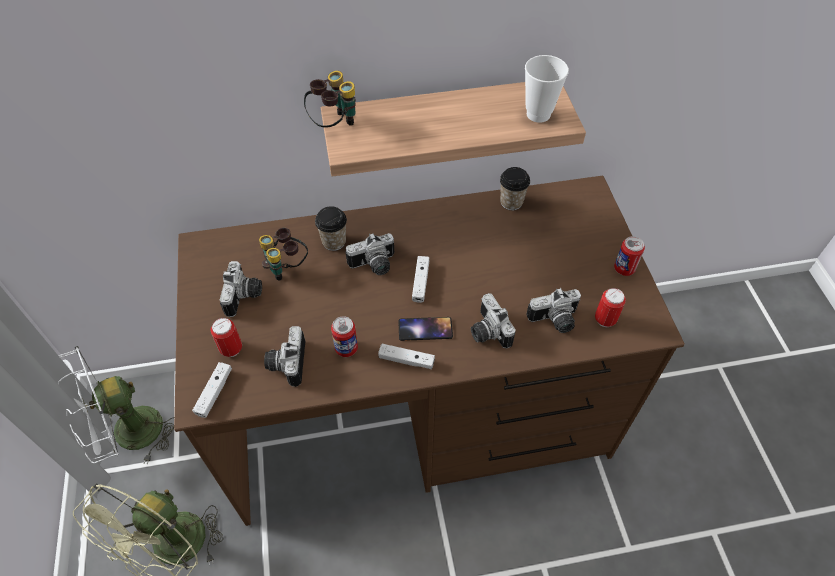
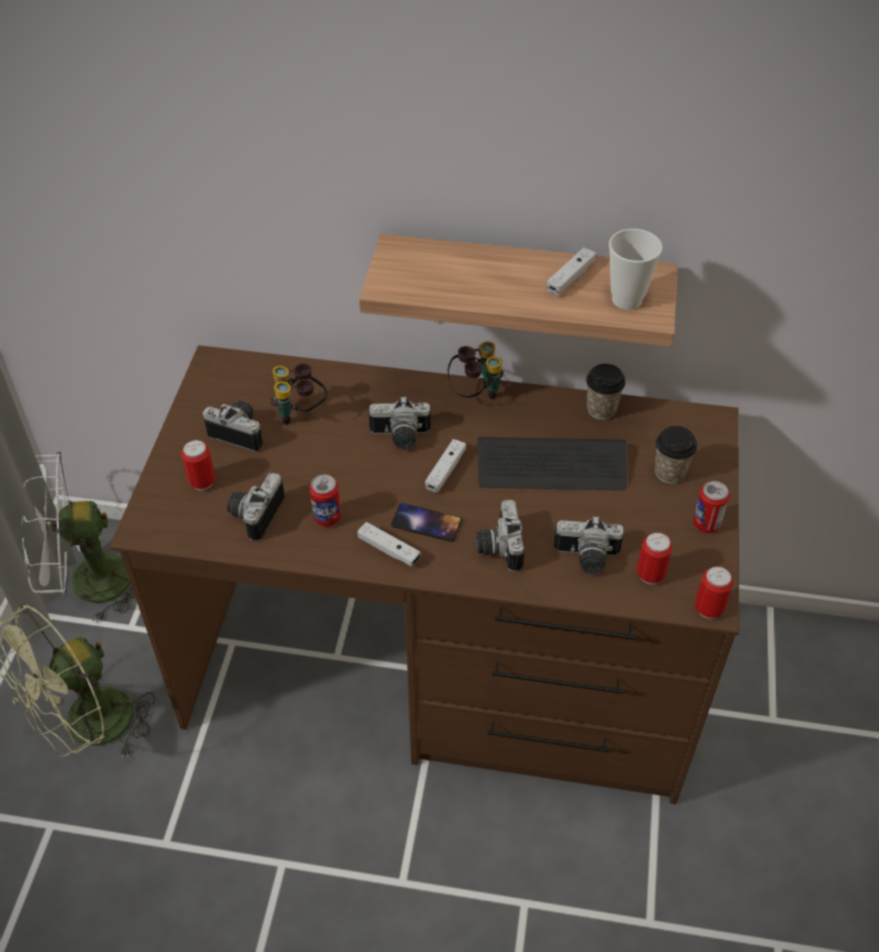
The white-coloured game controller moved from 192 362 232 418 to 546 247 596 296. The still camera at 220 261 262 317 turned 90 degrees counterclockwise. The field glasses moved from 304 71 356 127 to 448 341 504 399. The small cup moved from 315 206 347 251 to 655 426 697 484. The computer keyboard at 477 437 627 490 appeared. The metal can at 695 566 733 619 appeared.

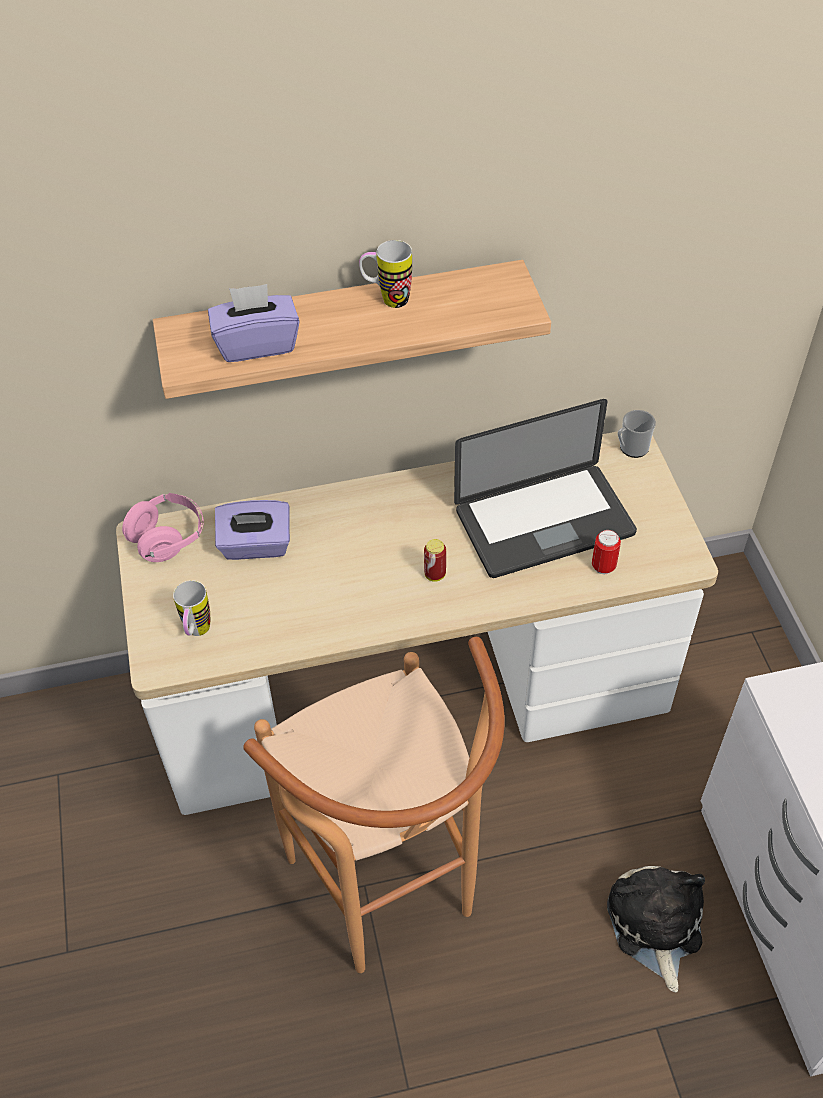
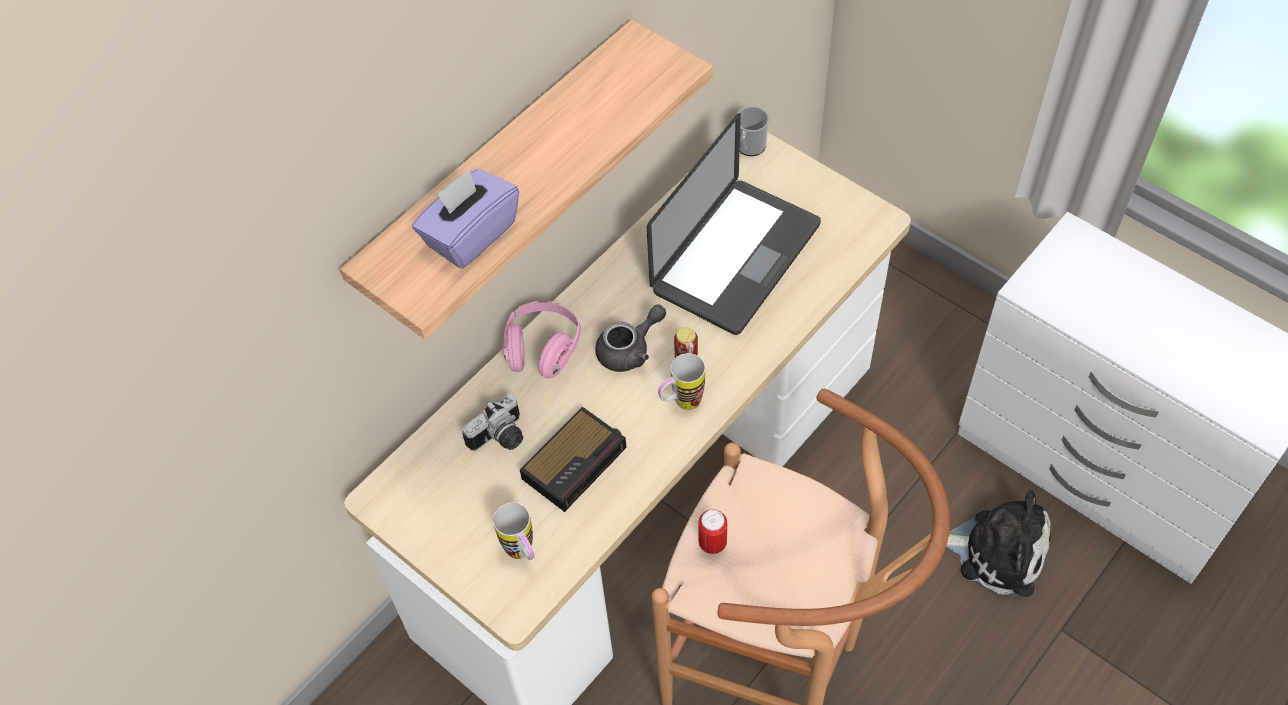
The pinkish pair of headphones moved from 122 493 204 562 to 503 301 581 378. The purple-coloured box of tissues at 215 500 290 560 was replaced by the still camera at 462 394 523 451. The coffee mug moved from 359 240 412 308 to 658 353 705 410. The metal can moved from 592 530 621 574 to 698 509 727 554. The soft toy at 607 866 705 992 turned 150 degrees clockwise. The table clock at 520 407 627 512 appeared. The grey tea pot at 595 305 666 372 appeared.

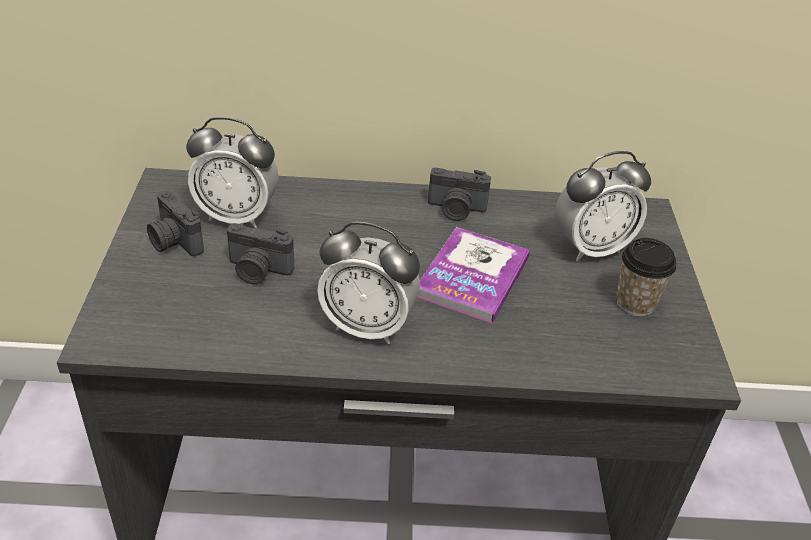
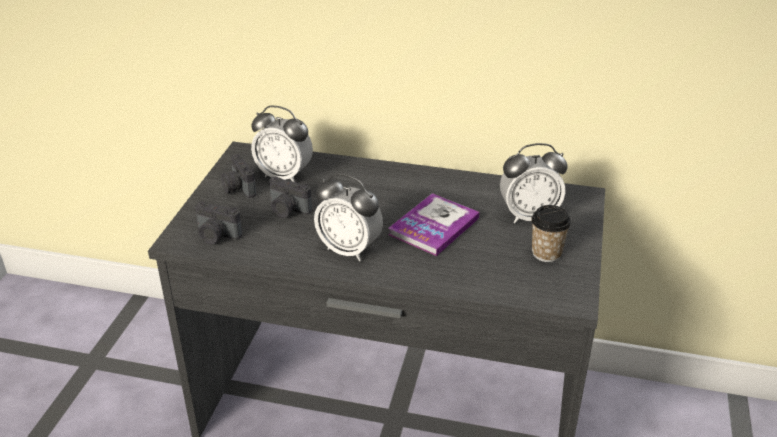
The still camera moved from 428 168 491 221 to 195 201 242 244.

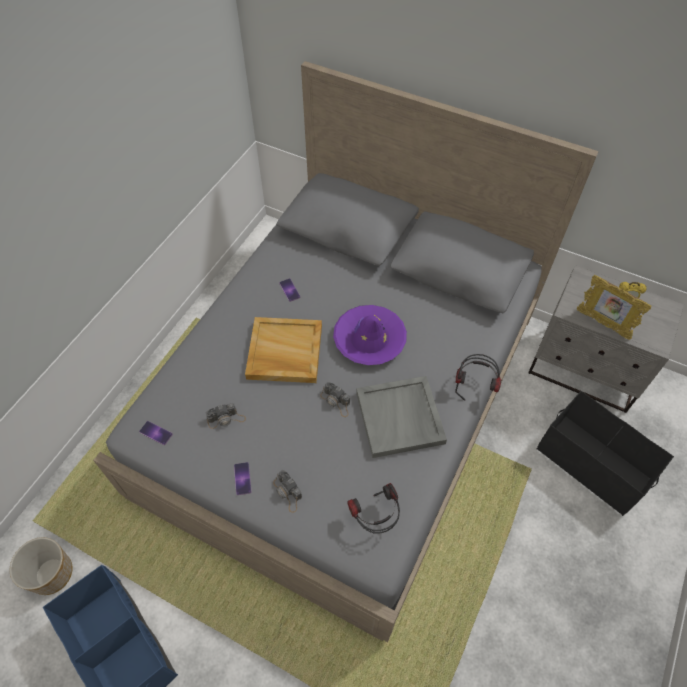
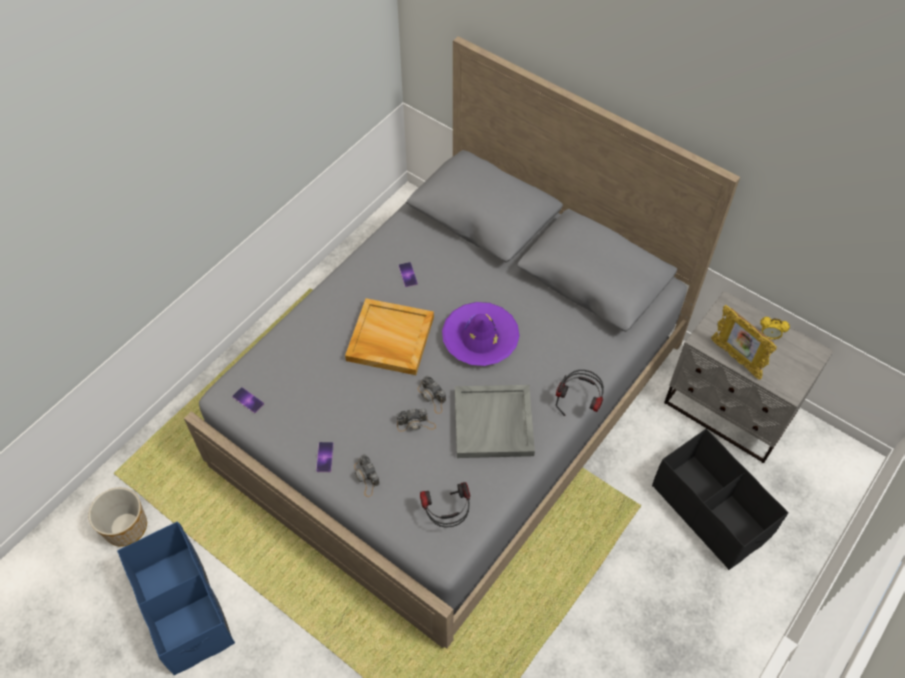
The still camera moved from 206 403 246 429 to 397 409 436 432.

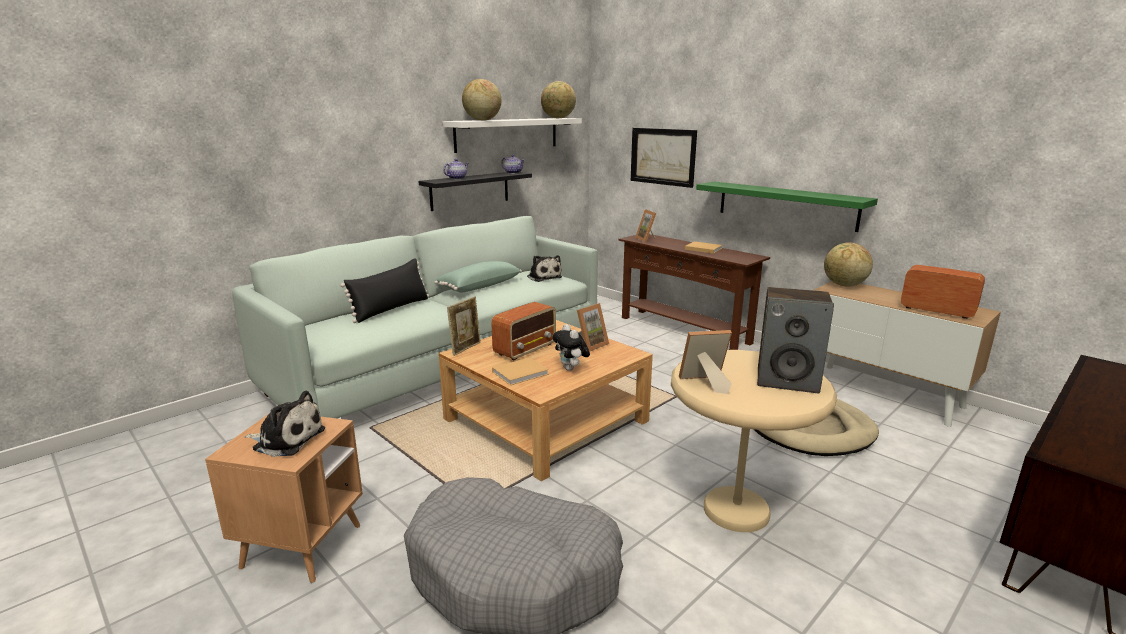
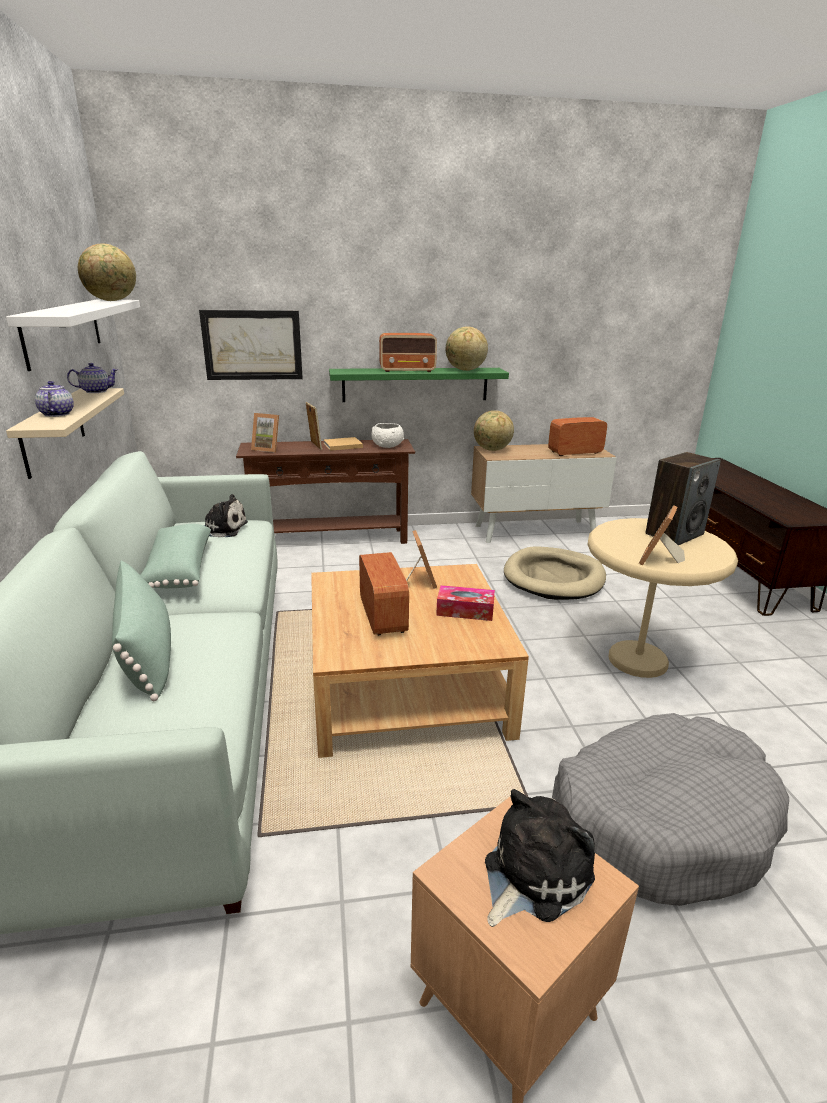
The blackish pillow at 341 258 429 323 became the greenish pillow at 112 561 171 701. The blackish wall shelf at 418 172 532 211 became the sand-coloured wall shelf at 6 388 124 479. The picture frame moved from 447 297 481 356 to 306 402 322 450. The desk globe moved from 462 79 501 121 to 446 326 488 371. The sand-coloured volume at 492 357 549 385 disappeared. The soft toy at 553 324 590 371 was replaced by the box of tissues at 436 585 495 621. The white-coloured deep dish at 371 423 404 448 appeared. The radio set at 379 333 437 372 appeared.

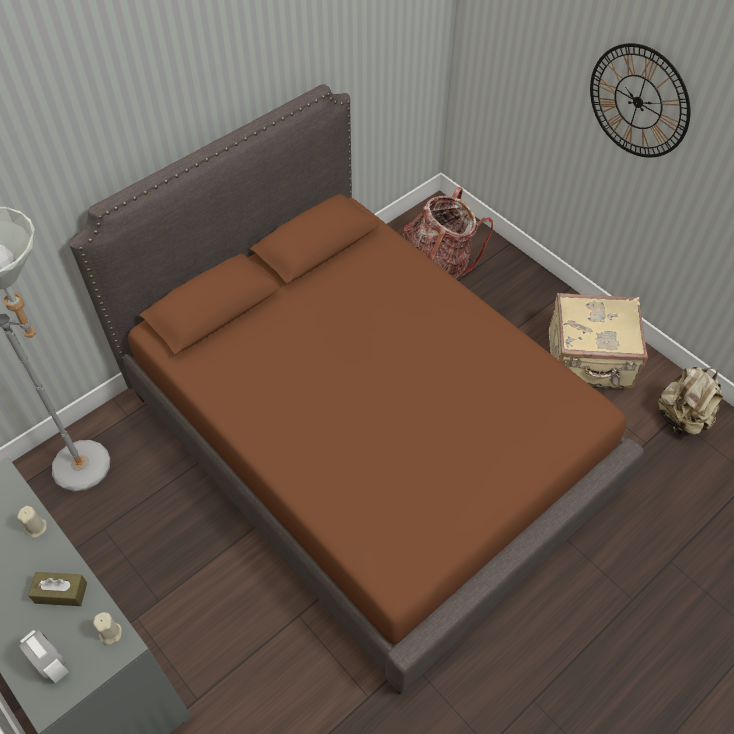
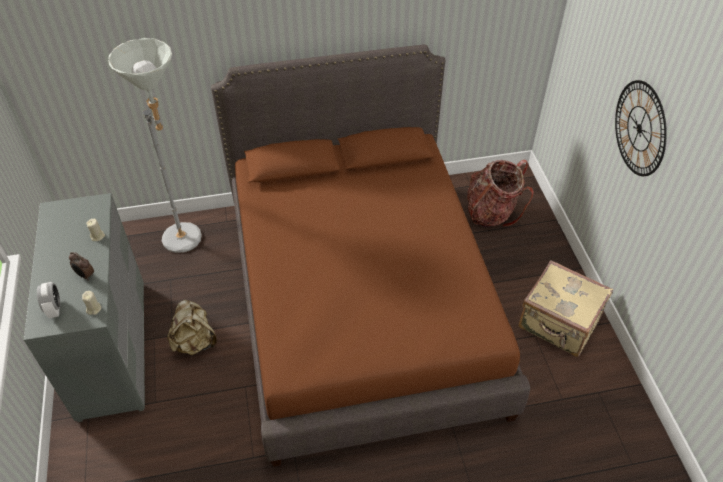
The brownish box of tissues at 28 572 87 606 was replaced by the table clock at 69 252 94 281. The sand-coloured backpack moved from 658 367 723 435 to 167 299 217 355.

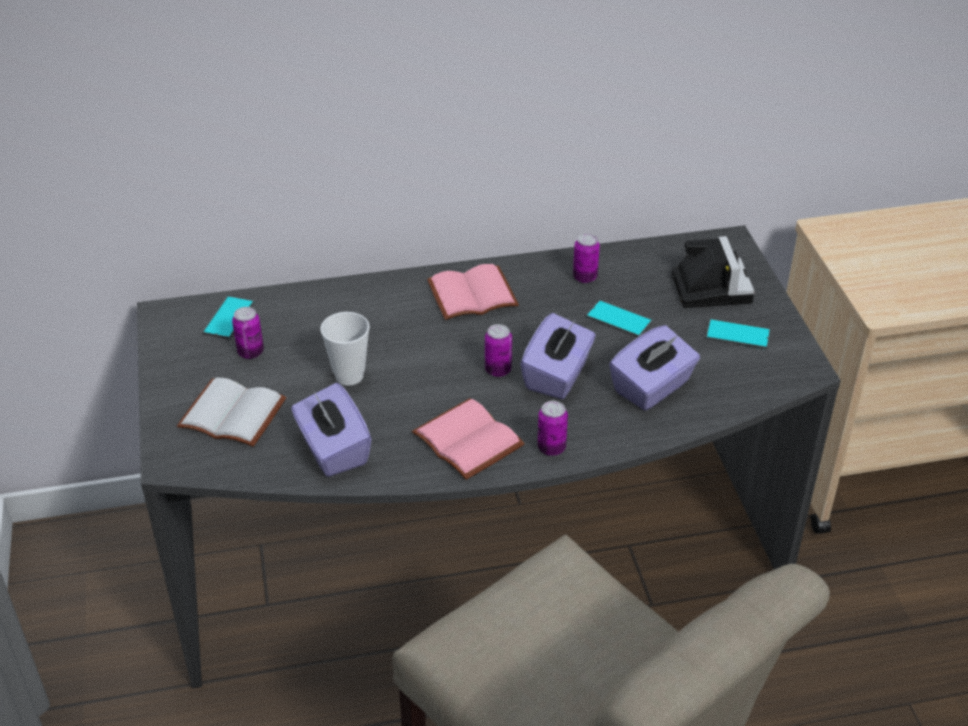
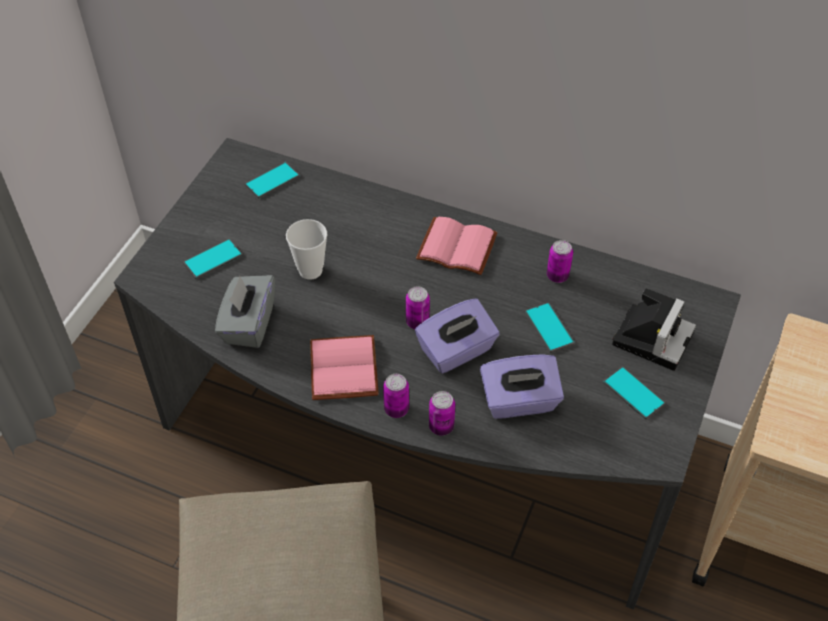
The white-coloured volume at 177 377 286 447 was replaced by the handset at 183 239 242 279. The metal can moved from 232 307 264 359 to 429 391 455 436. The purple-coloured box of tissues at 291 383 372 477 became the grey box of tissues at 215 275 275 348.

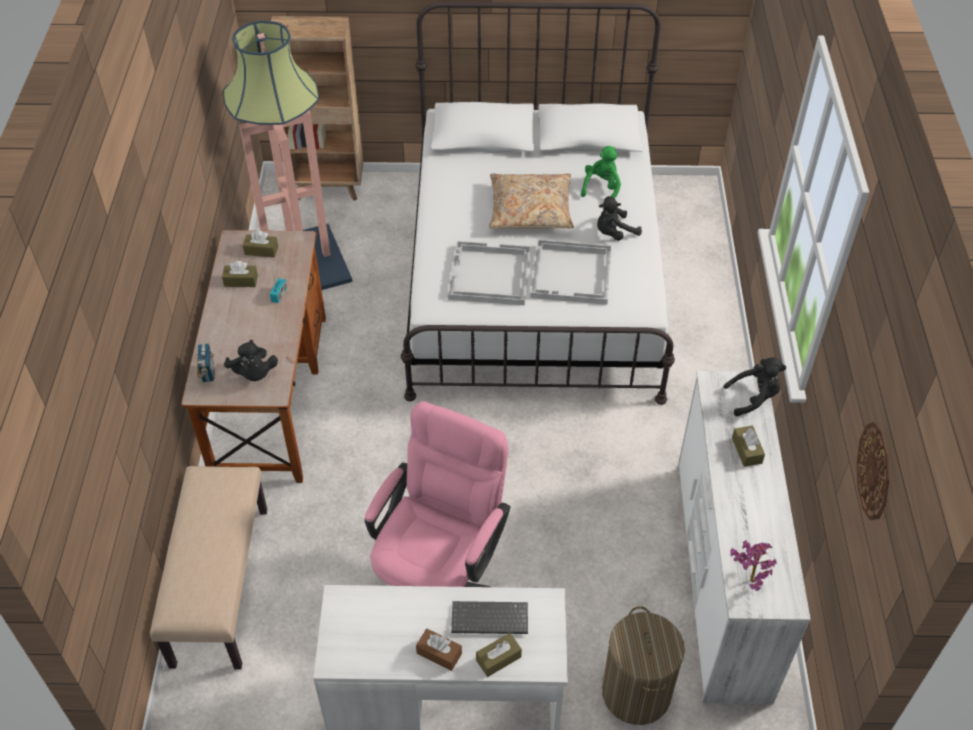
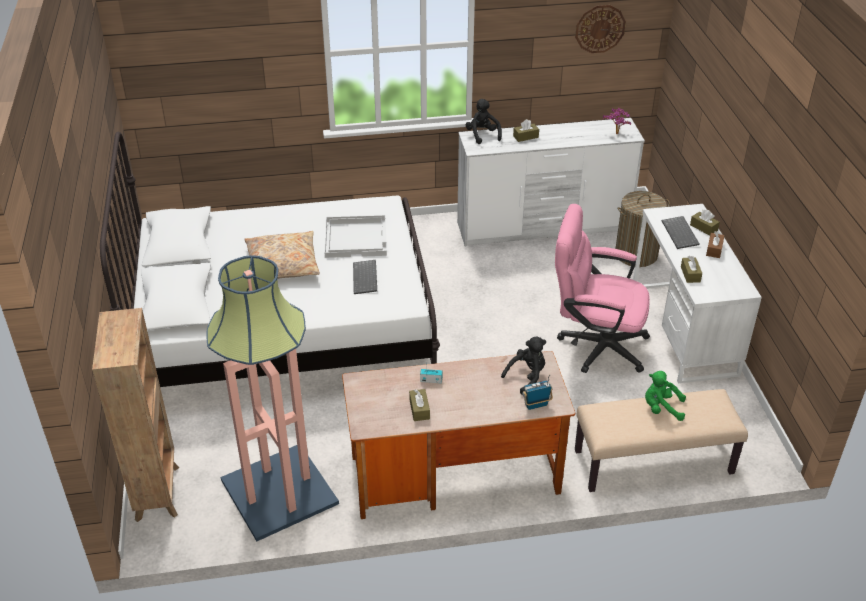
The brownish box of tissues moved from 243 231 278 258 to 681 256 702 283. The white-coloured tray at 448 241 531 306 was replaced by the computer keyboard at 353 260 377 294. The greenish soft toy moved from 581 146 621 199 to 645 371 686 421. The blackish soft toy at 597 196 642 241 disappeared.

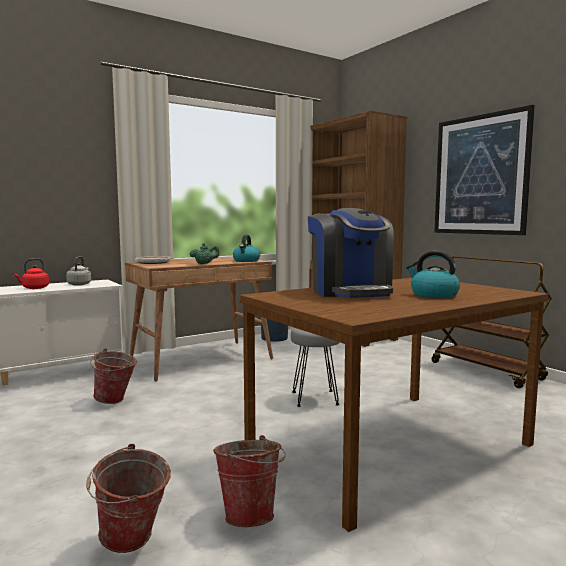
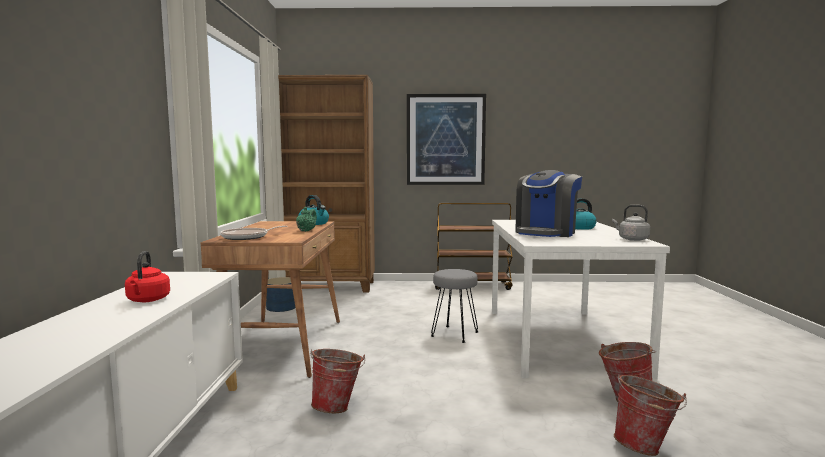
The grey tea kettle moved from 66 256 91 286 to 612 205 650 241. The brownish kitchen table at 240 278 548 532 became the white-coloured kitchen table at 492 220 670 379. The coffee maker at 308 208 394 298 turned 105 degrees clockwise.

